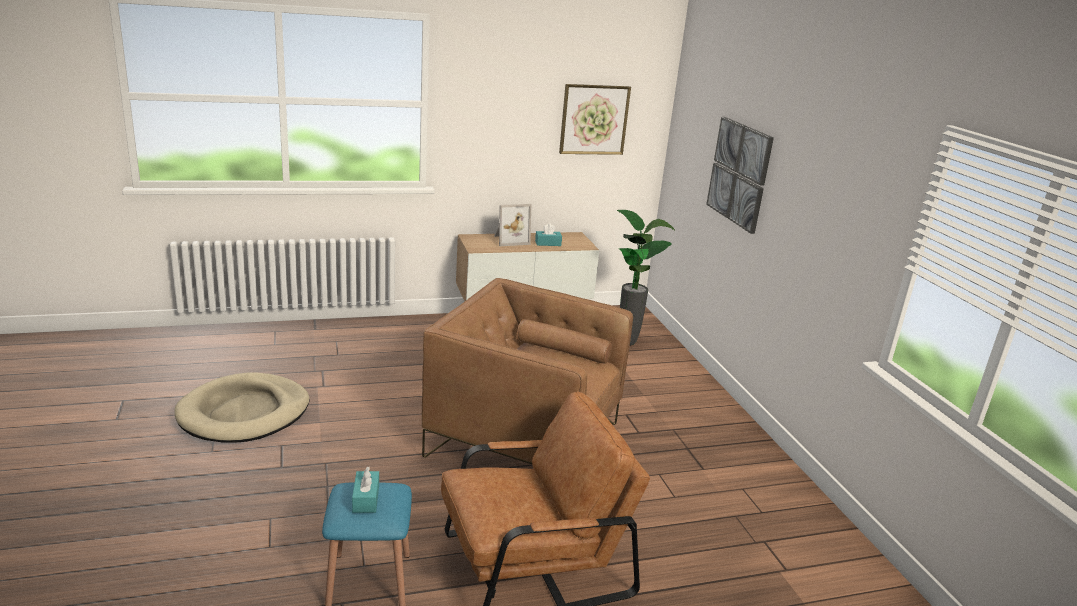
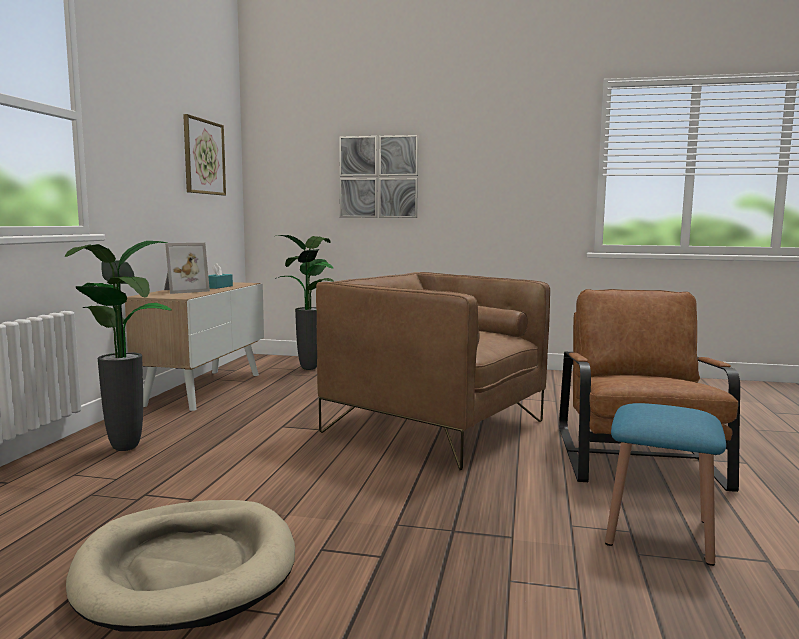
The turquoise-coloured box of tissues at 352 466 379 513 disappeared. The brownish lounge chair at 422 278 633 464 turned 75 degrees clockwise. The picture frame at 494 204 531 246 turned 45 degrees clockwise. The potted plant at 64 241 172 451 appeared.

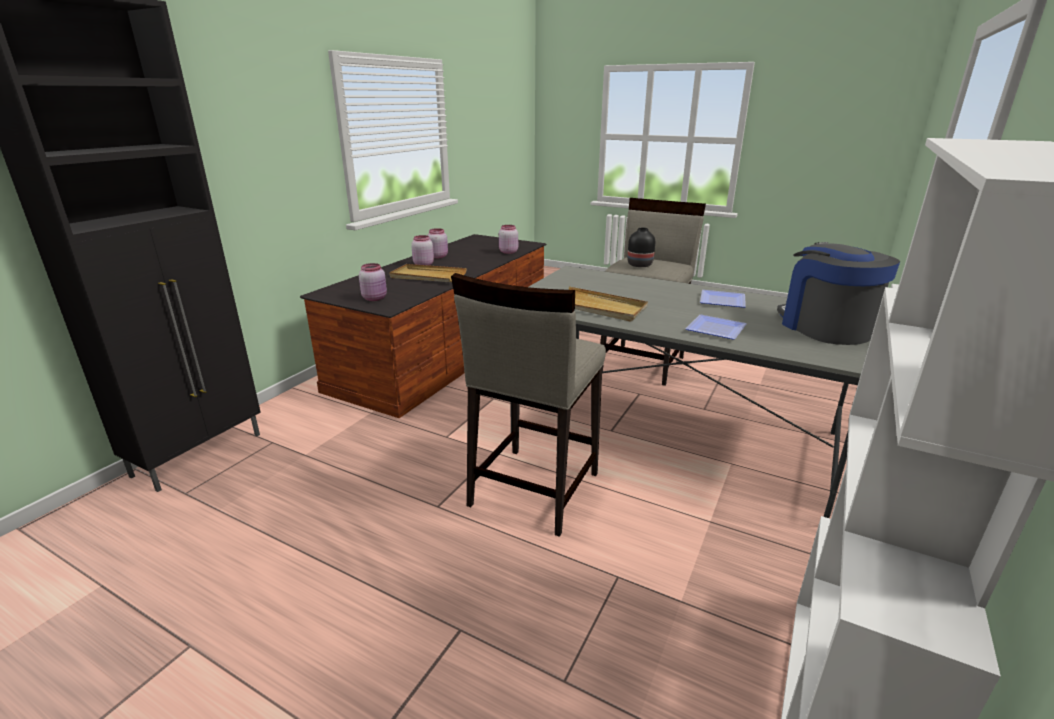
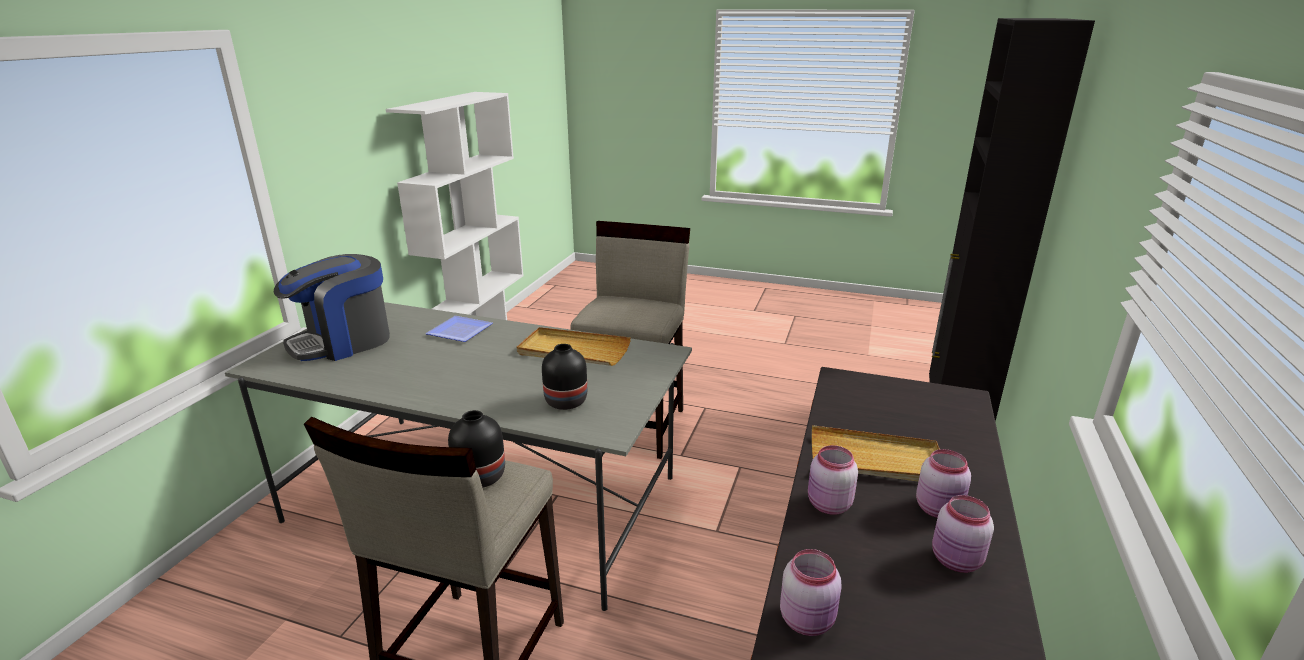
The pinkish storage jar moved from 359 263 387 301 to 808 445 858 515. The flat dish at 700 290 746 308 disappeared. The coffee maker at 777 242 900 345 turned 75 degrees clockwise. The blackish decorative vase at 542 344 587 410 appeared.

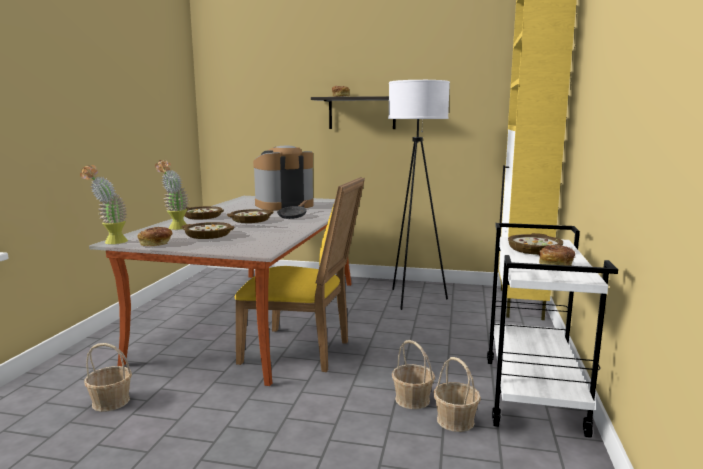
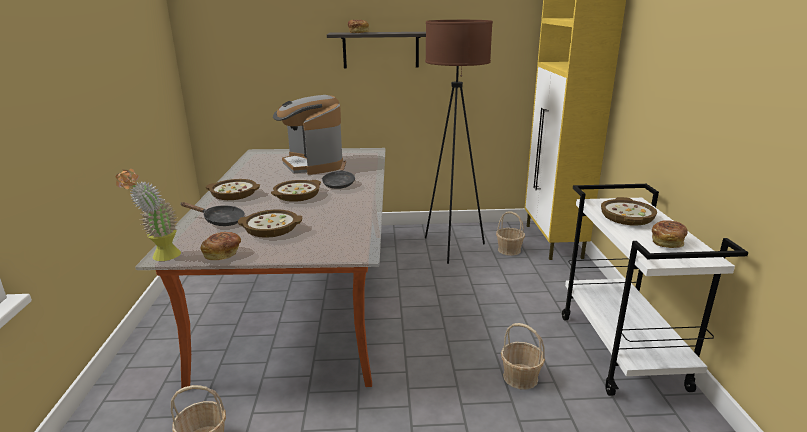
The potted plant at 155 160 189 230 was replaced by the blackish pan at 180 202 245 226. The yellow chair at 235 177 365 372 disappeared. The coffee maker at 253 146 314 211 turned 75 degrees counterclockwise. The white-coloured floor lamp at 388 80 450 310 became the brownish floor lamp at 425 20 493 264. The basket moved from 434 357 481 432 to 496 211 525 256.

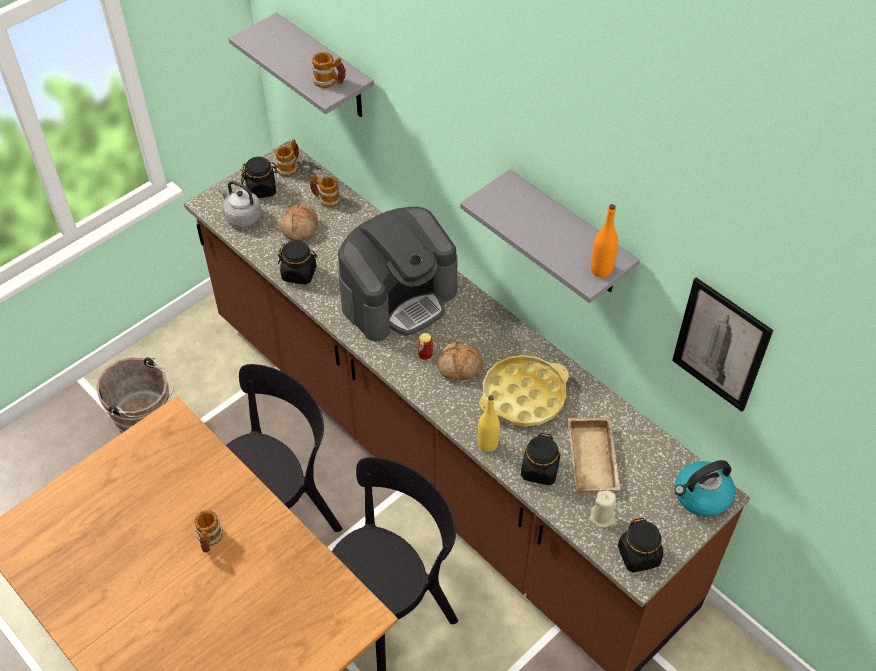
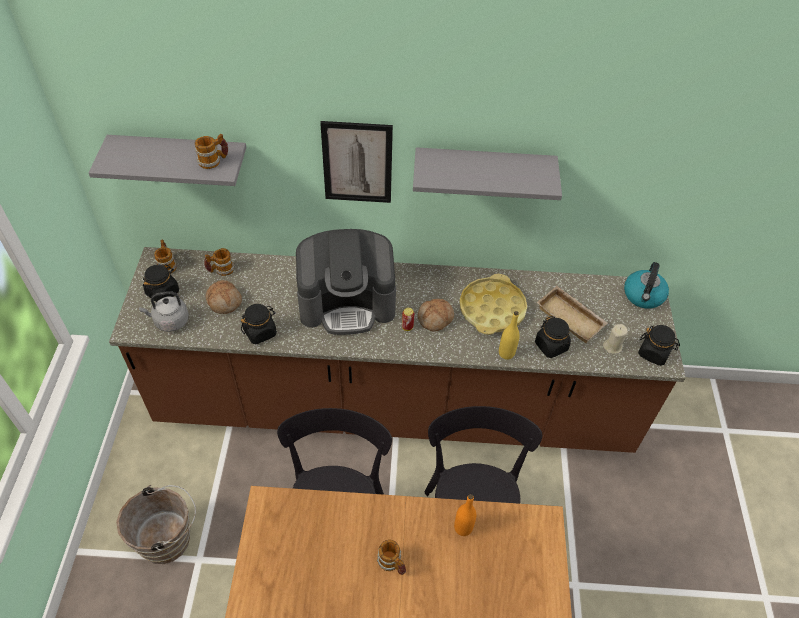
The coffee maker at 338 207 458 341 turned 75 degrees clockwise. The orange-coloured drink bottle moved from 591 204 618 278 to 454 494 476 536. The wall art moved from 672 277 773 412 to 320 121 393 203.

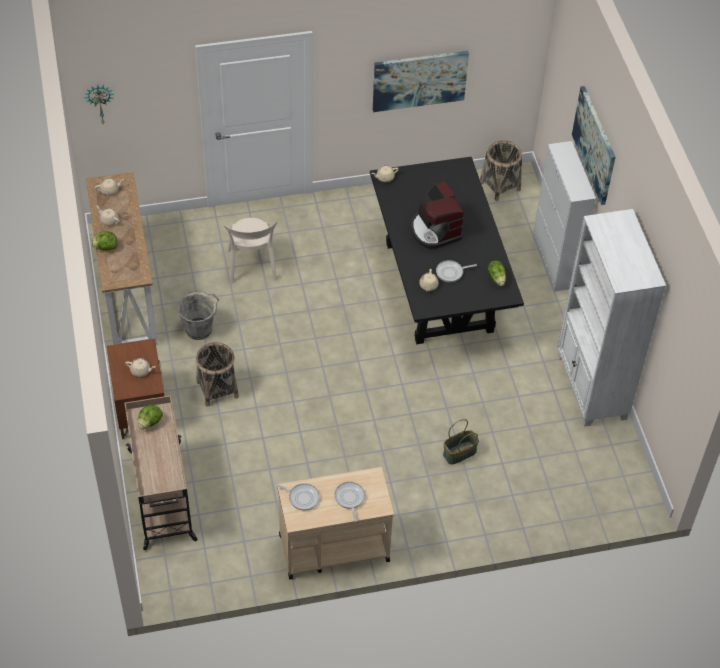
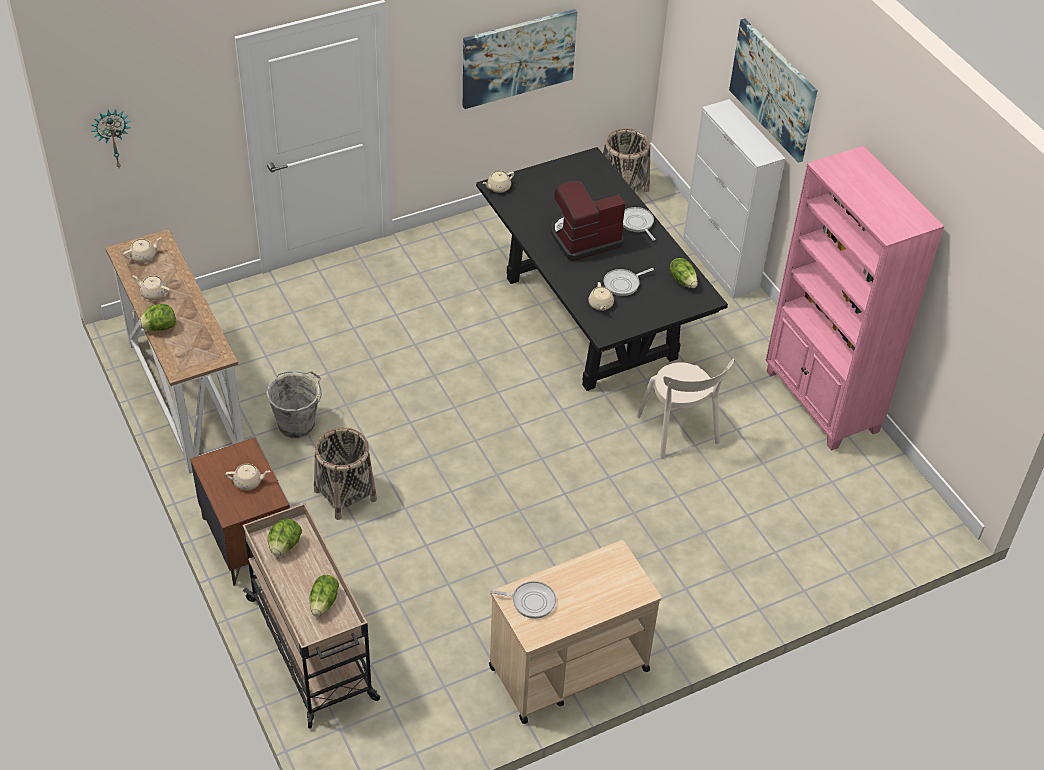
The sand-coloured chair moved from 224 218 278 284 to 637 358 734 459. The pan moved from 334 482 365 522 to 623 207 655 241. The coffee maker at 411 181 464 249 turned 105 degrees clockwise. The basket at 443 419 479 465 disappeared. The white-coloured bookshelf at 557 209 666 427 became the pinkish bookshelf at 765 146 944 451. The lettuce at 310 575 339 617 appeared.

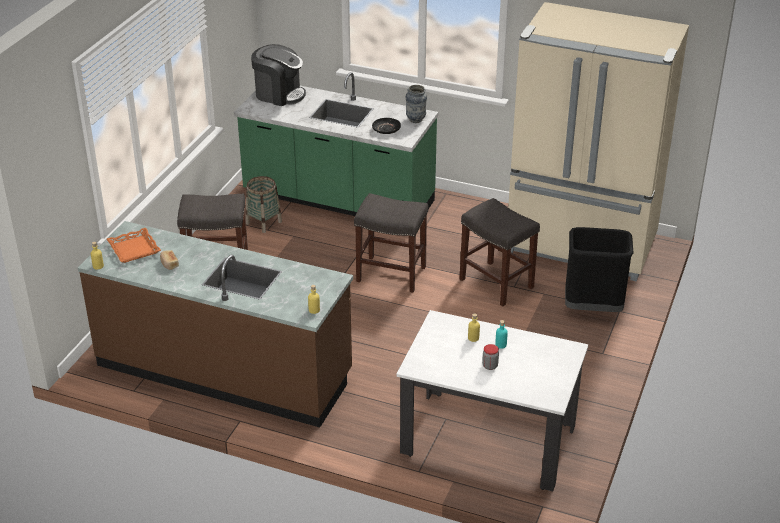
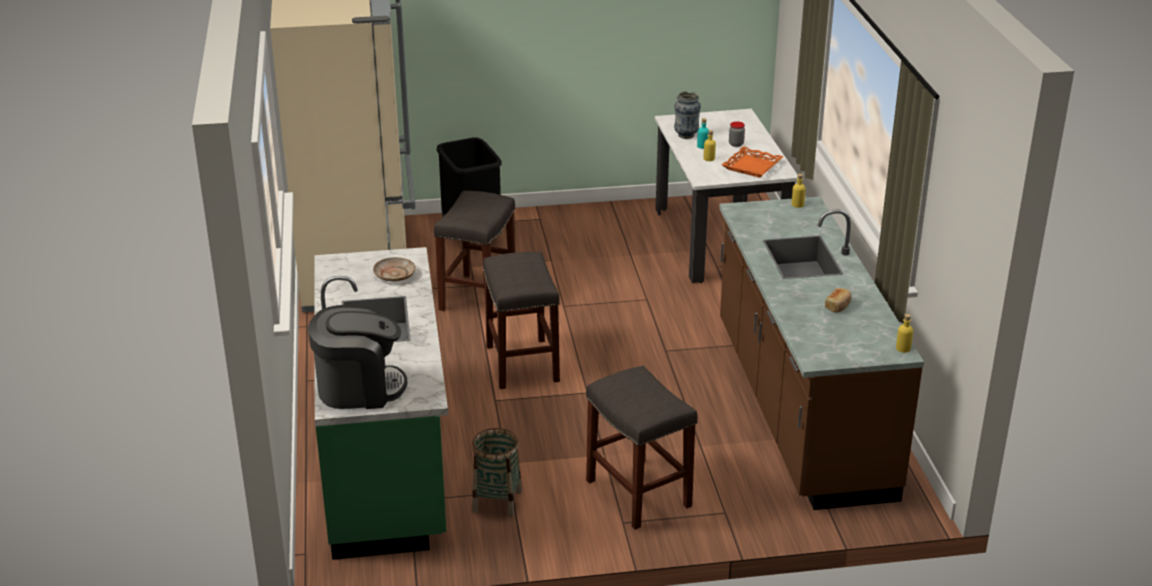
The orange-coloured tray moved from 107 228 161 263 to 722 146 783 178. The coffee maker at 251 44 306 106 turned 90 degrees clockwise. The blackish flat dish at 372 118 401 134 became the sand-coloured flat dish at 373 257 416 281. The decorative vase moved from 406 85 427 123 to 674 91 701 139.

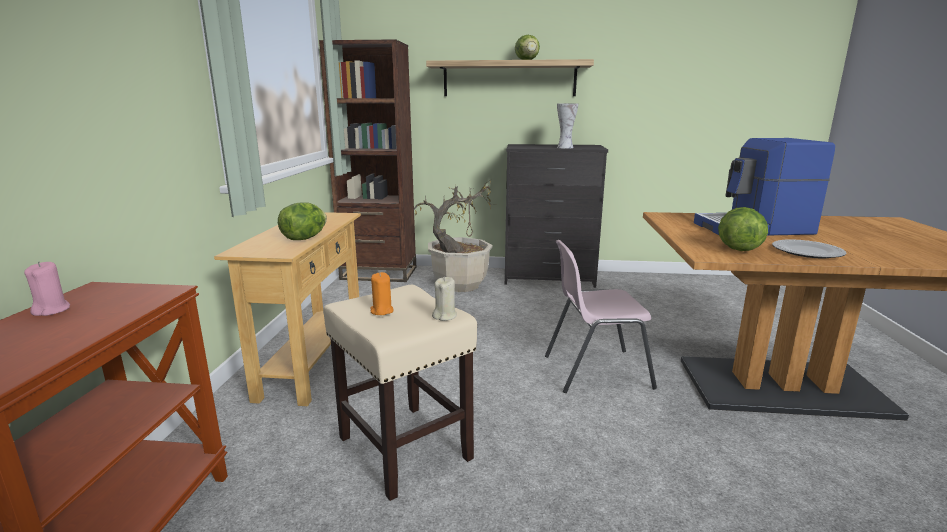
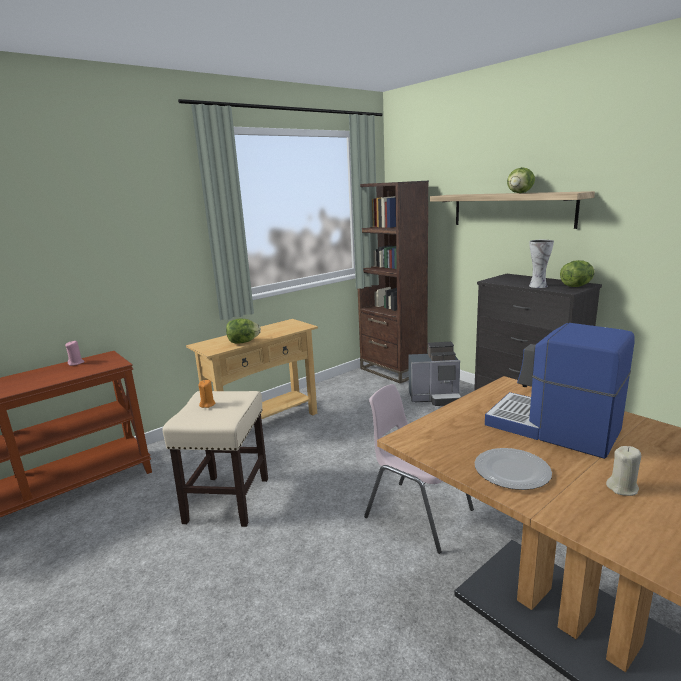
The potted plant at 413 178 496 292 was replaced by the coffee maker at 409 342 461 406. The sand-coloured candle moved from 432 277 457 321 to 606 446 641 496. The lettuce moved from 718 207 768 251 to 560 260 595 287.

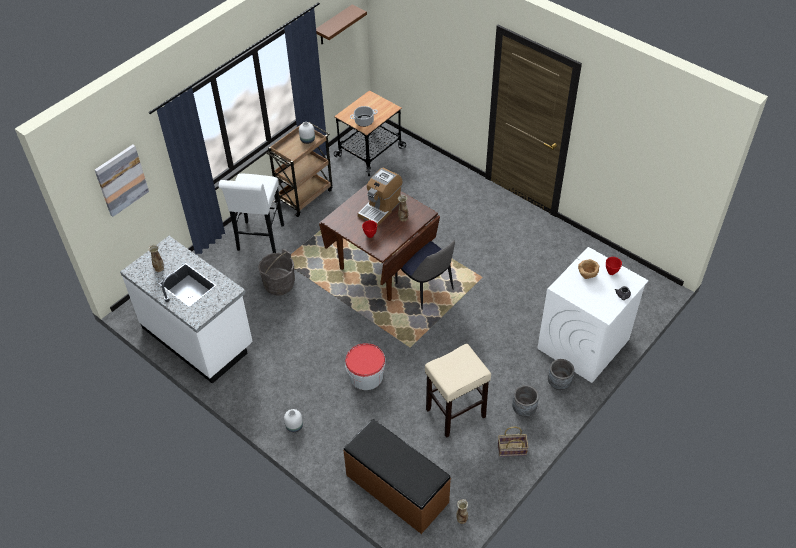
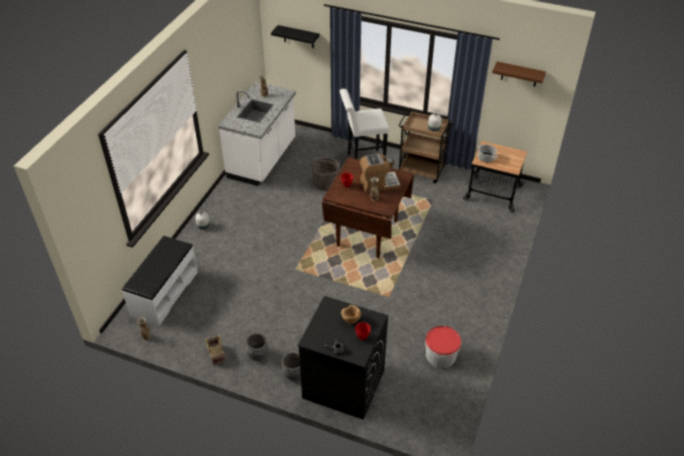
The wall art at 95 145 149 217 was replaced by the blackish wall shelf at 271 25 319 48. The brownish long seat at 343 419 451 534 became the white-coloured long seat at 122 236 198 326. The bucket moved from 345 343 385 390 to 425 325 462 368. The coffee maker at 358 167 402 227 turned 150 degrees clockwise. The chair at 395 240 455 310 disappeared. The sand-coloured stool seat at 425 344 491 438 disappeared. The white-coloured washing machine at 538 247 649 383 became the blackish washing machine at 298 296 388 420.

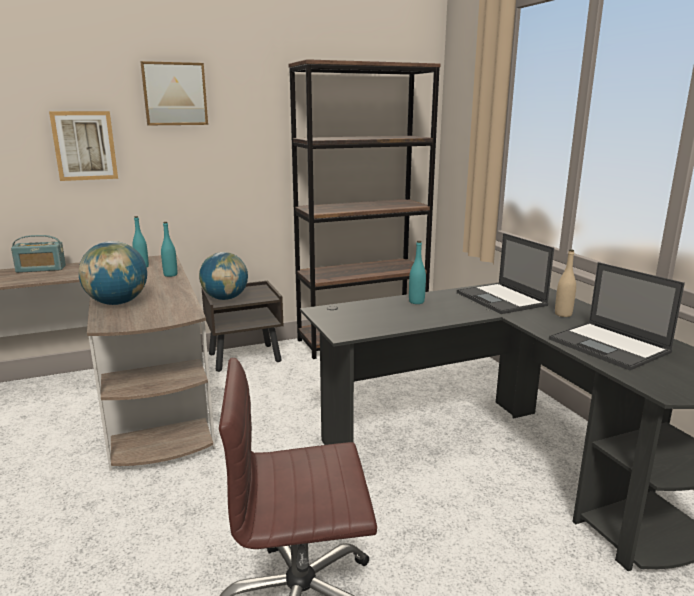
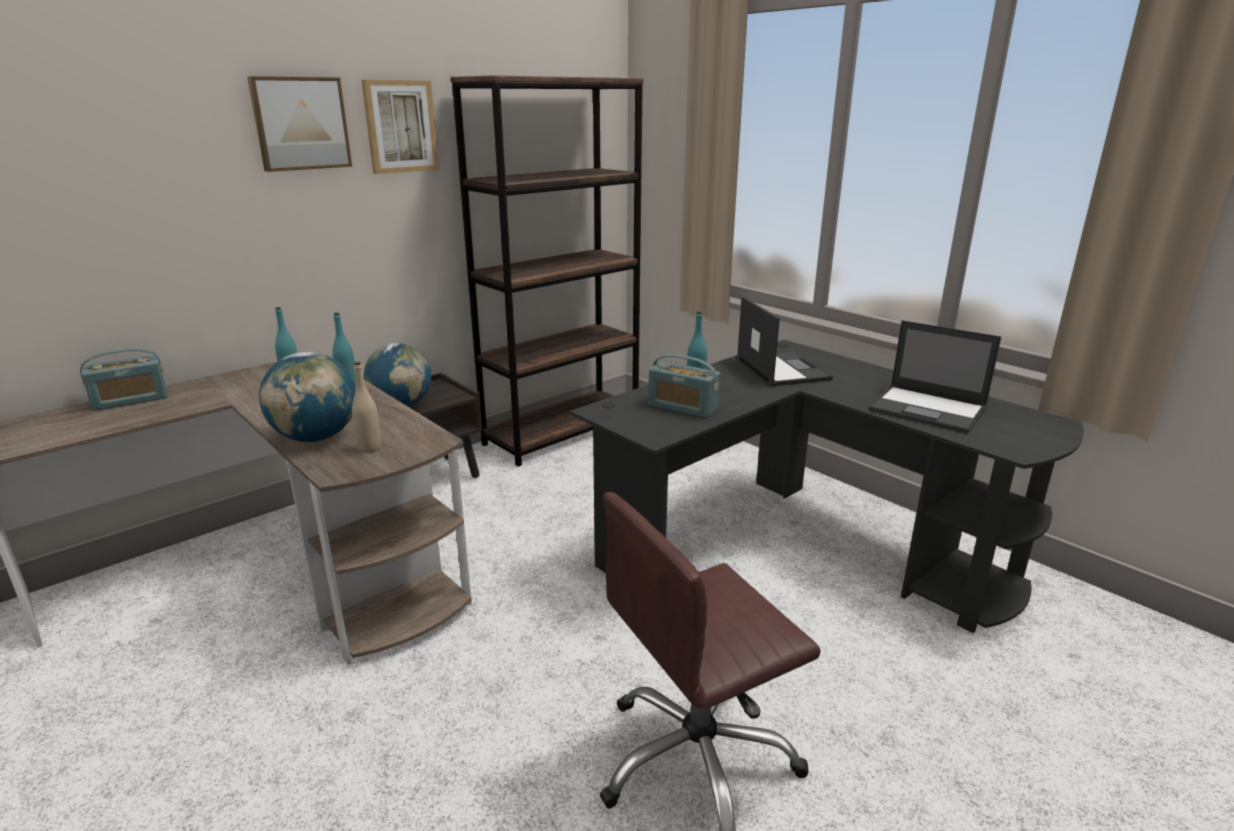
The wall art moved from 49 111 118 181 to 361 80 439 174. The portable computer at 457 233 554 314 turned 150 degrees counterclockwise. The sand-coloured drink bottle moved from 555 250 576 317 to 352 362 381 453. The radio set at 648 354 720 418 appeared.

